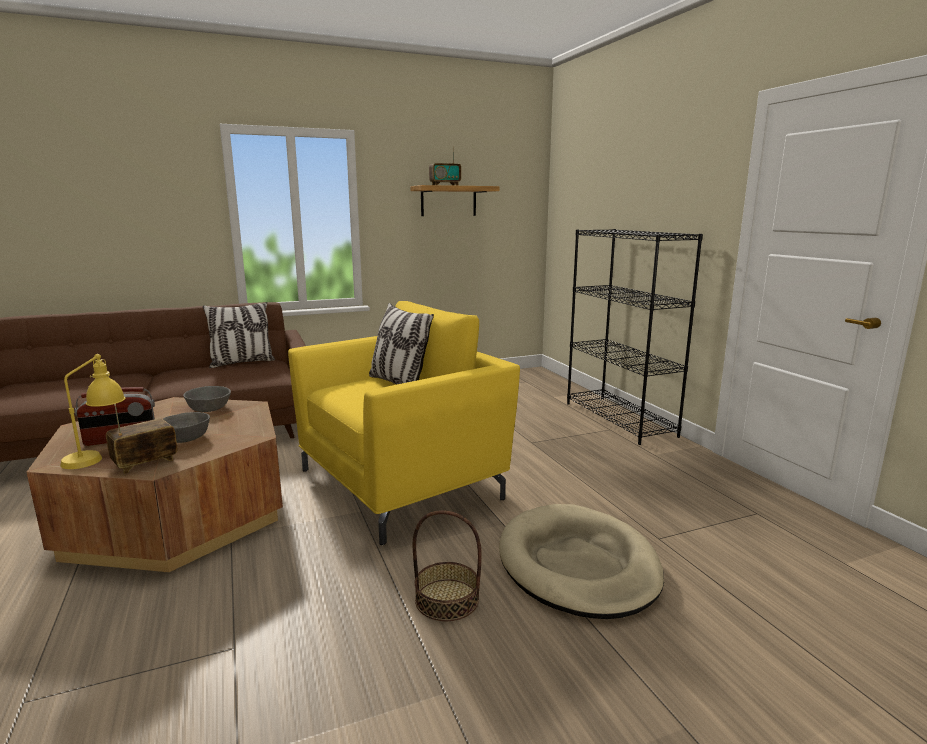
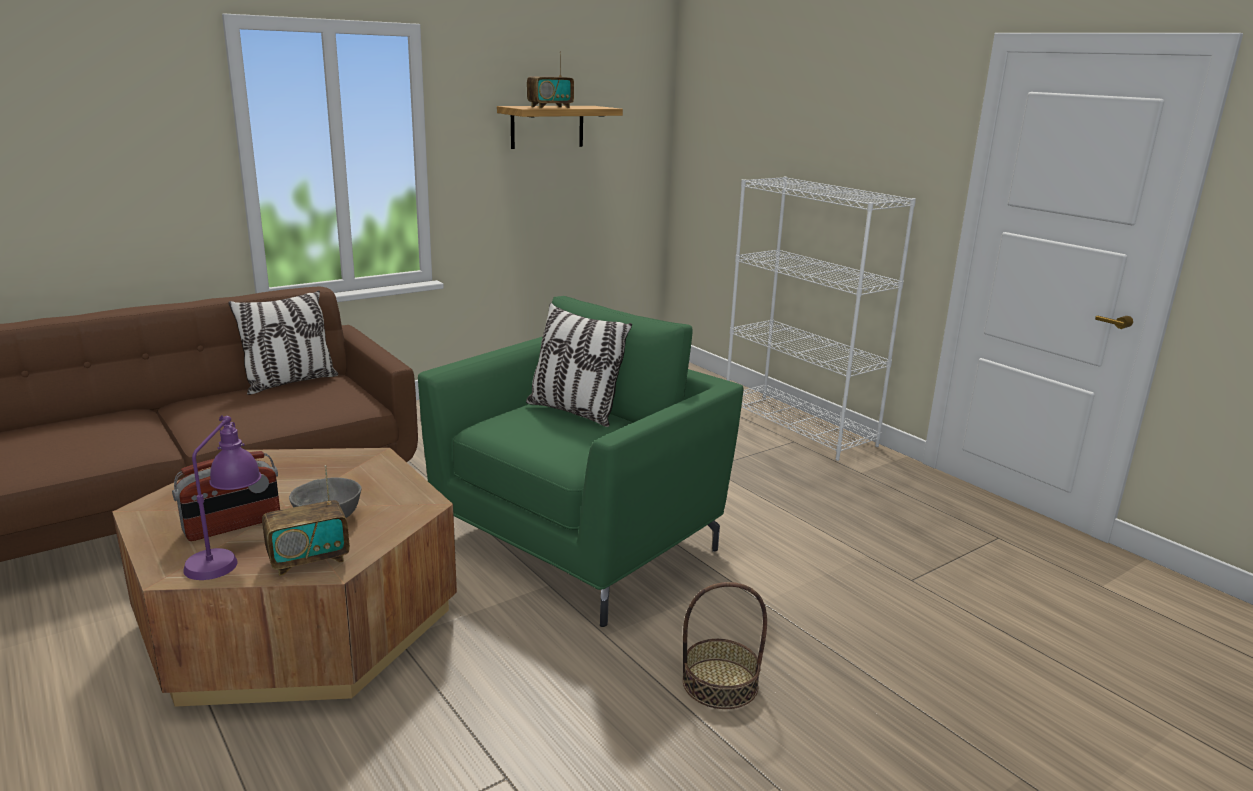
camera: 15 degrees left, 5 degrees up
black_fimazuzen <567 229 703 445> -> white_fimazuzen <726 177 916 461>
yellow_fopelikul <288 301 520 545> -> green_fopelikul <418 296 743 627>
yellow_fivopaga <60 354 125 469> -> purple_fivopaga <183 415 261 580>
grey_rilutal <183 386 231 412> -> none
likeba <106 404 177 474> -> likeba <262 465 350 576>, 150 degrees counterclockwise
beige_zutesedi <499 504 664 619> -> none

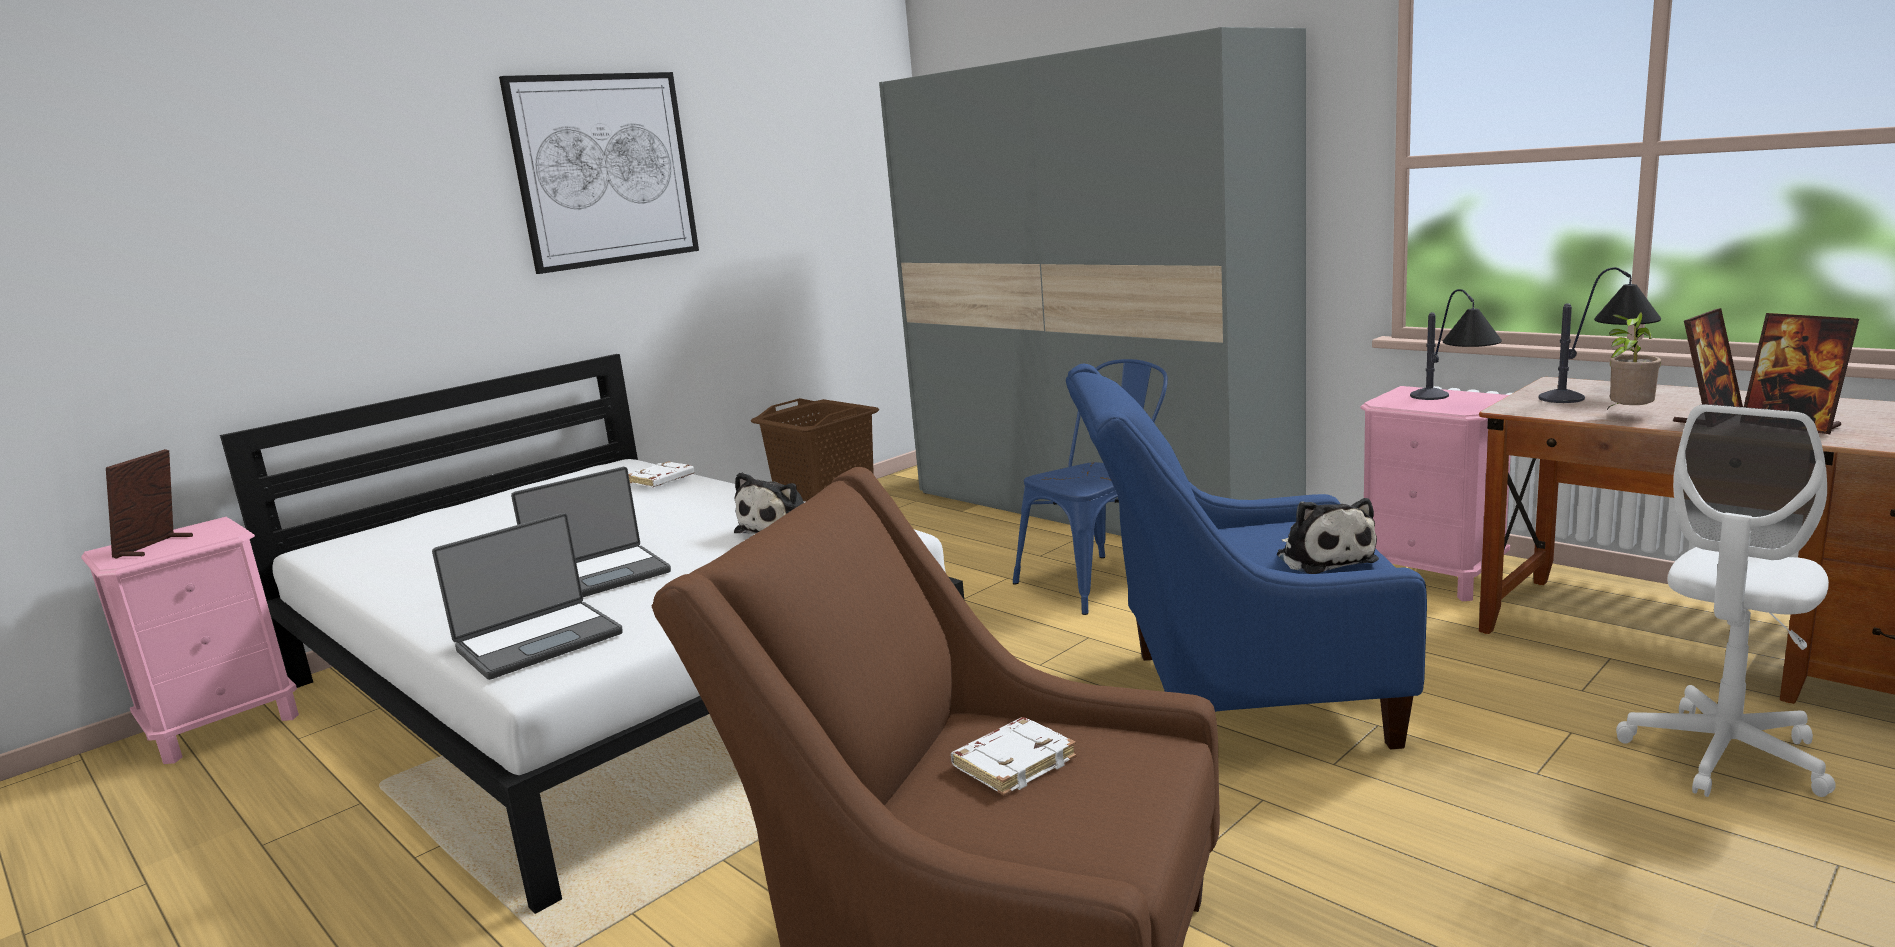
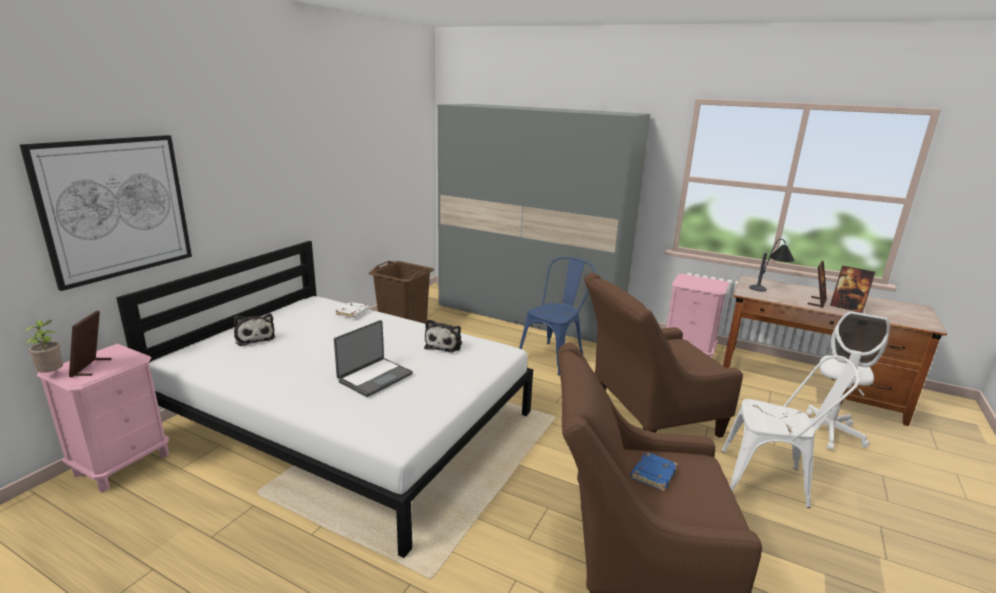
camera: 20 degrees left, 5 degrees up
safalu <499 72 699 274> -> safalu <19 135 192 291>, shifted
fivopaga <1410 289 1502 400> -> none
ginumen <1607 312 1661 410> -> ginumen <24 320 63 373>, shifted
blue_fopelikul <1066 364 1427 750> -> brown_fopelikul <584 273 743 438>
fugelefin <1277 498 1379 574> -> fugelefin <234 314 275 346>, shifted
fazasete <432 513 622 680> -> none
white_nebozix <951 717 1077 796> -> blue_nebozix <630 452 678 491>
none -> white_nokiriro <722 355 859 508>

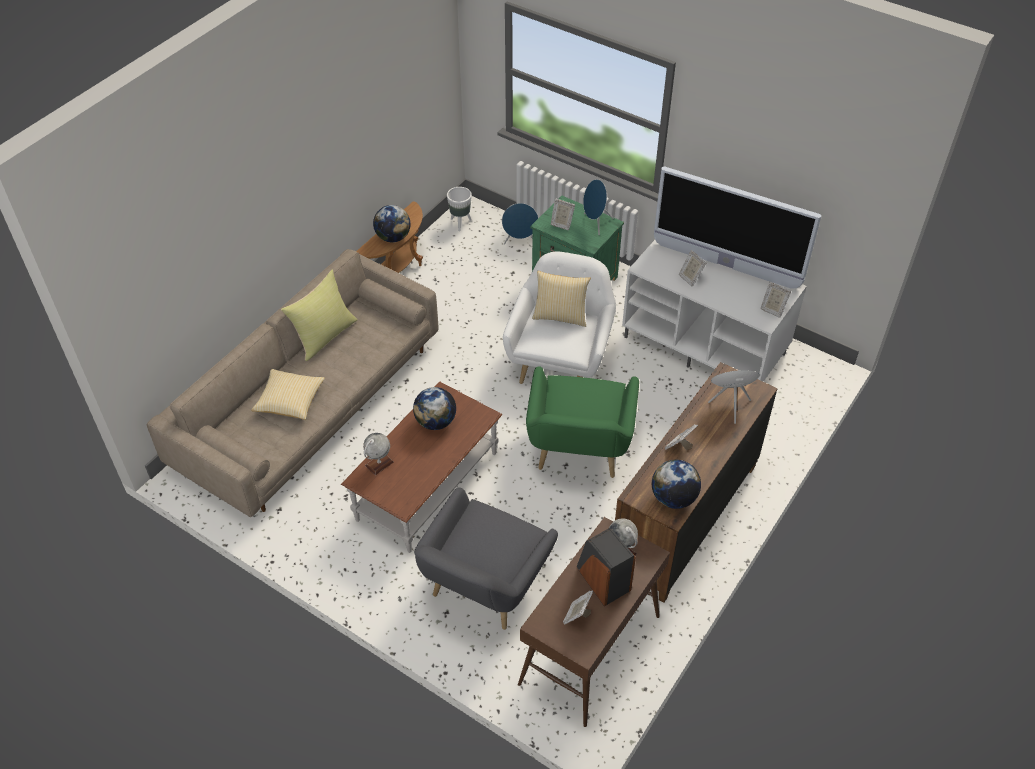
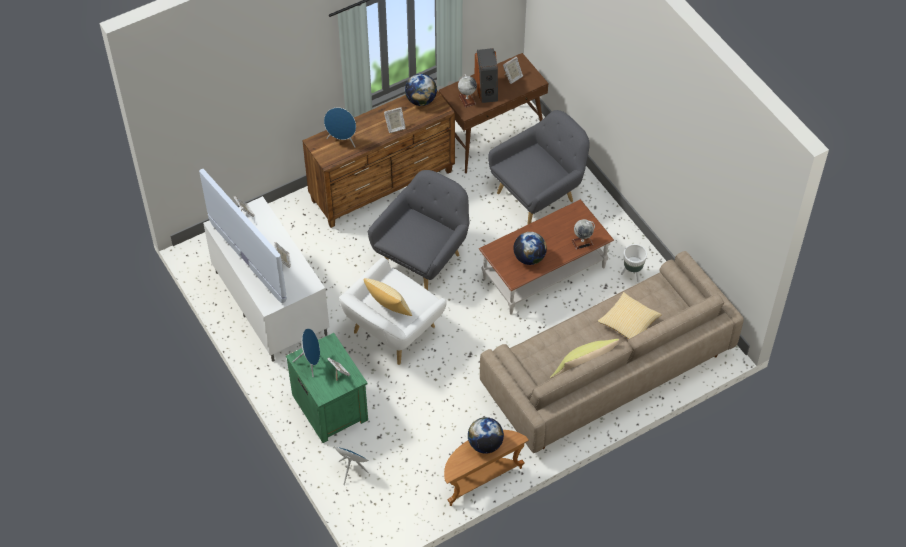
camera: 155 degrees left, 5 degrees up
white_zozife <447 187 472 231> -> white_zozife <621 244 647 282>, shifted
green_fopelikul <526 366 639 478> -> grey_fopelikul <368 170 469 290>

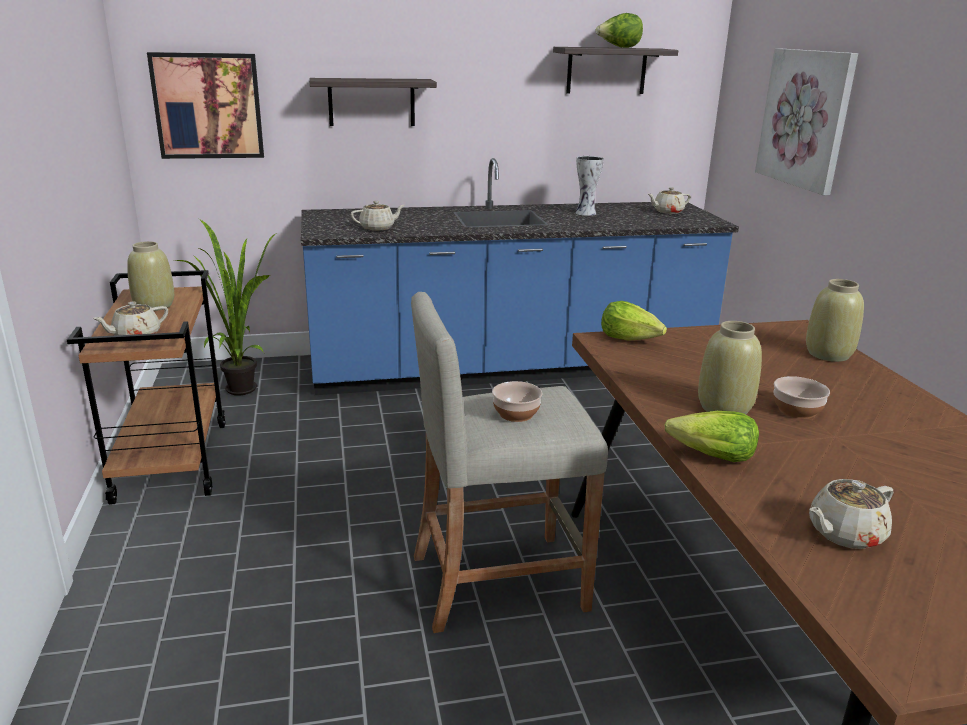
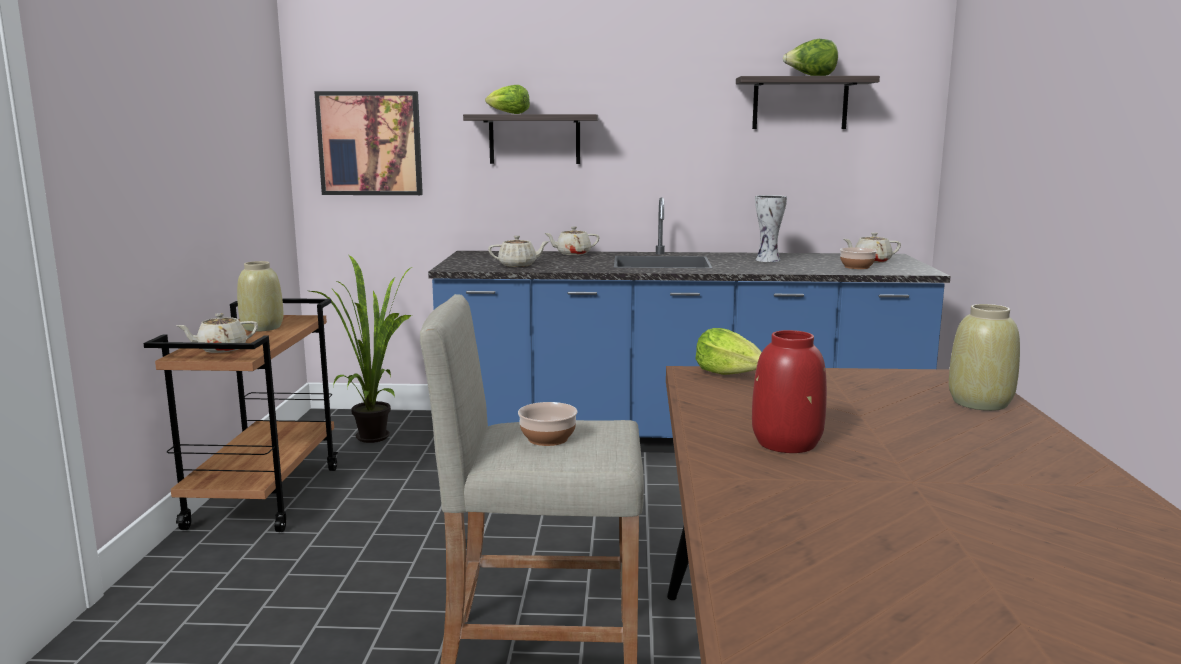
camera: 15 degrees right, 10 degrees down
safalu <755 48 858 195> -> none
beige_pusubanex <698 321 762 414> -> red_pusubanex <752 330 827 453>
rilutal <773 376 830 419> -> rilutal <840 247 877 269>, shifted
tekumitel <665 411 759 462> -> tekumitel <485 85 530 114>, shifted
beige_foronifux <809 479 893 549> -> beige_foronifux <544 226 600 255>, shifted

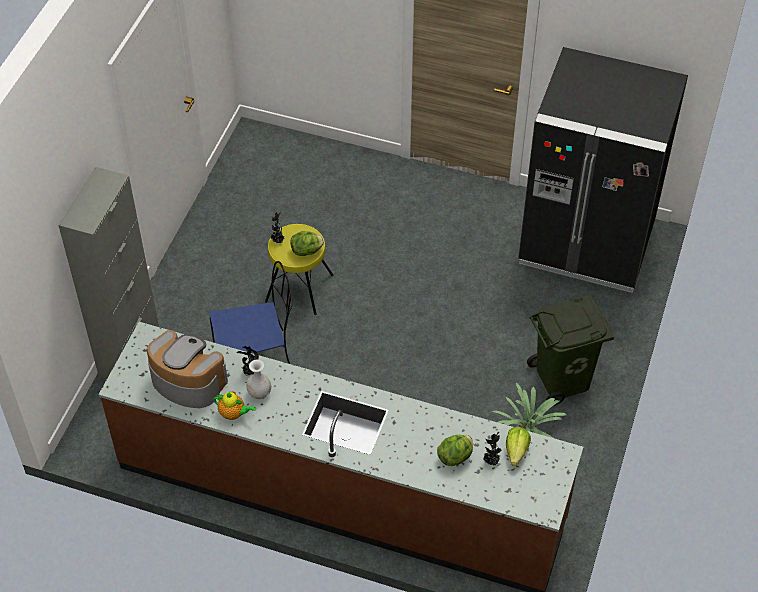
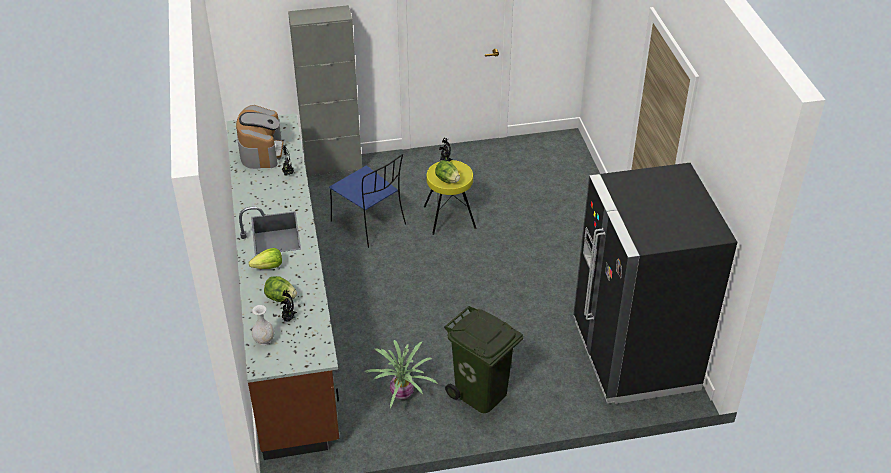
camera: 60 degrees right, 10 degrees down
white_pusubanex <247 359 271 400> -> white_pusubanex <252 305 275 345>, shifted
foronifux <213 391 256 420> -> none
tekumitel <506 427 531 466> -> tekumitel <249 248 282 269>, shifted

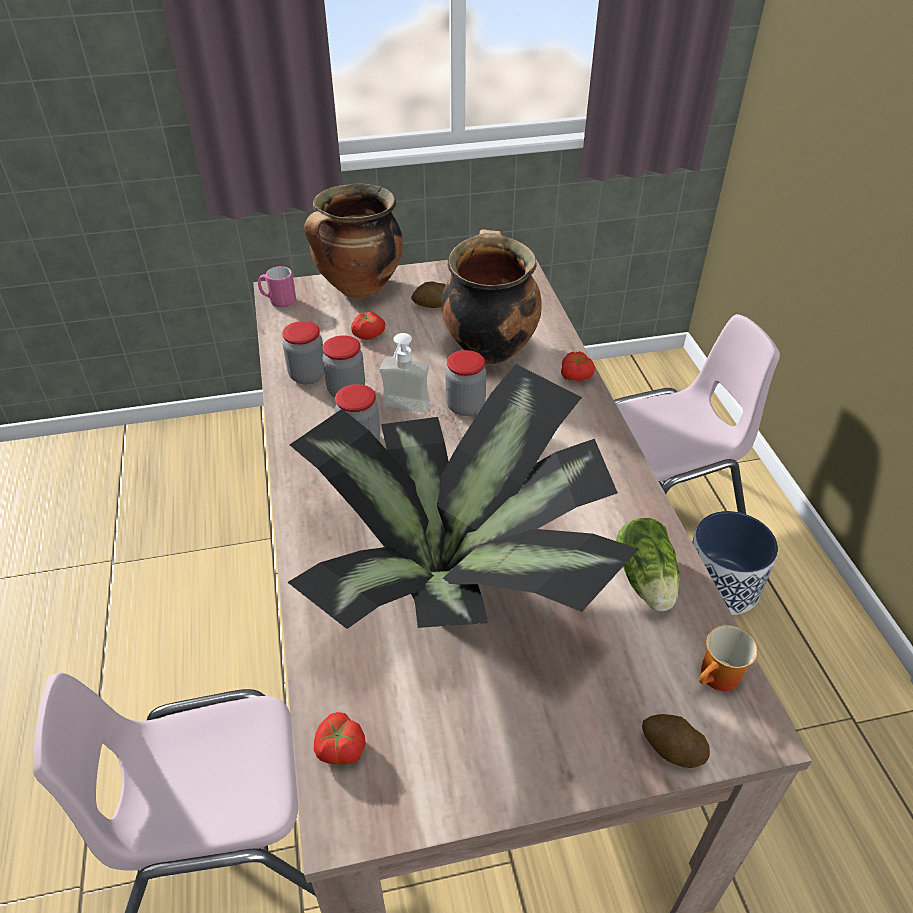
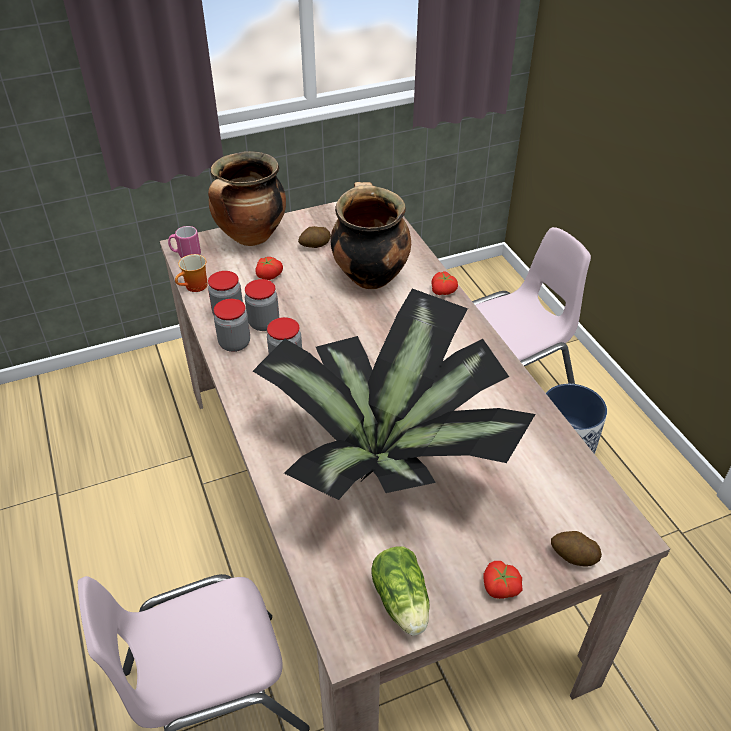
camera: 10 degrees left, 0 degrees up
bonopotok <380 333 430 413> -> none
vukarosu <445 350 486 416> -> vukarosu <214 299 250 352>, shifted
tekumitel <616 518 680 611> -> tekumitel <371 546 430 635>, shifted
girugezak <699 625 758 691> -> girugezak <175 254 208 292>, shifted
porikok <314 712 366 765> -> porikok <484 561 523 599>, shifted

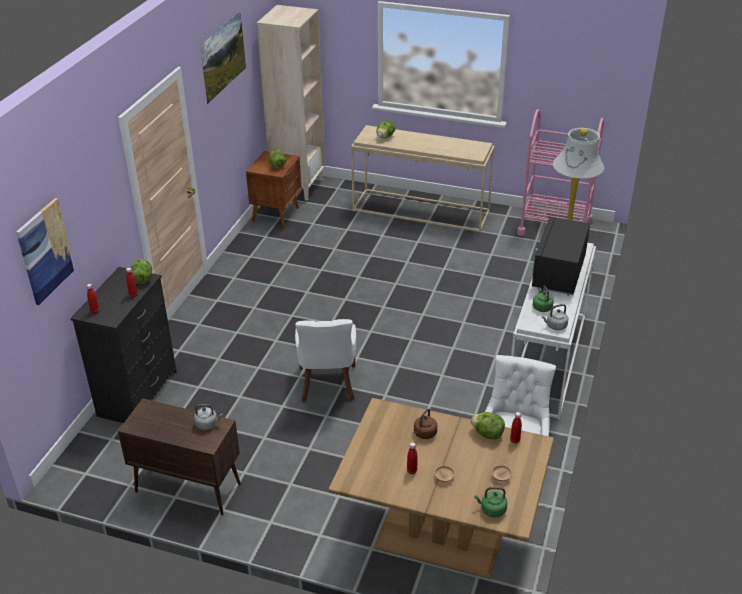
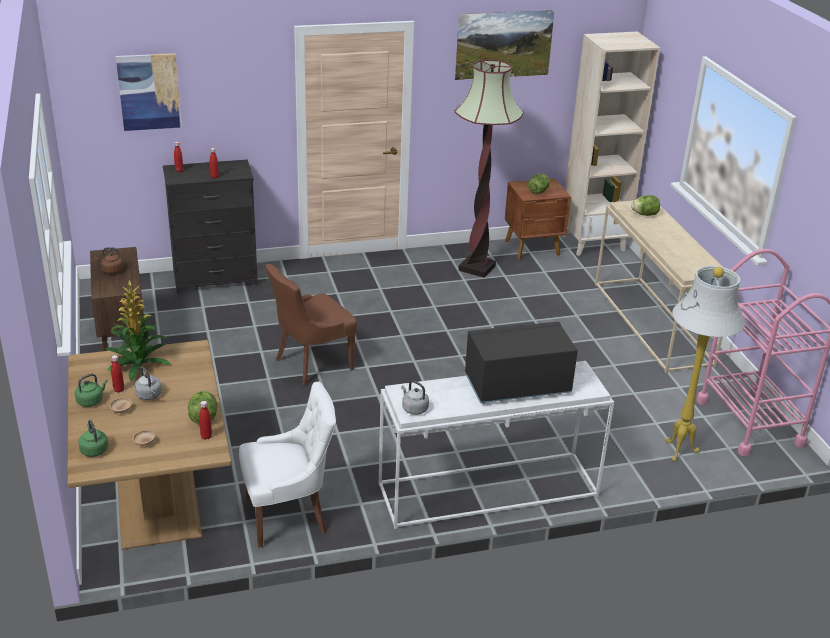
camera: 55 degrees right, 5 degrees down
tekumitel <130 259 152 284> -> none
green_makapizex <533 285 554 312> -> green_makapizex <75 374 108 407>, shifted
white_nokiriro <295 319 356 402> -> brown_nokiriro <265 264 357 386>
grey_makapizex <194 404 223 430> -> grey_makapizex <134 367 162 400>, shifted
brown_makapizex <414 409 437 439> -> brown_makapizex <95 247 123 274>, shifted
none -> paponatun <454 59 524 278>
none -> ginumen <105 280 171 380>

